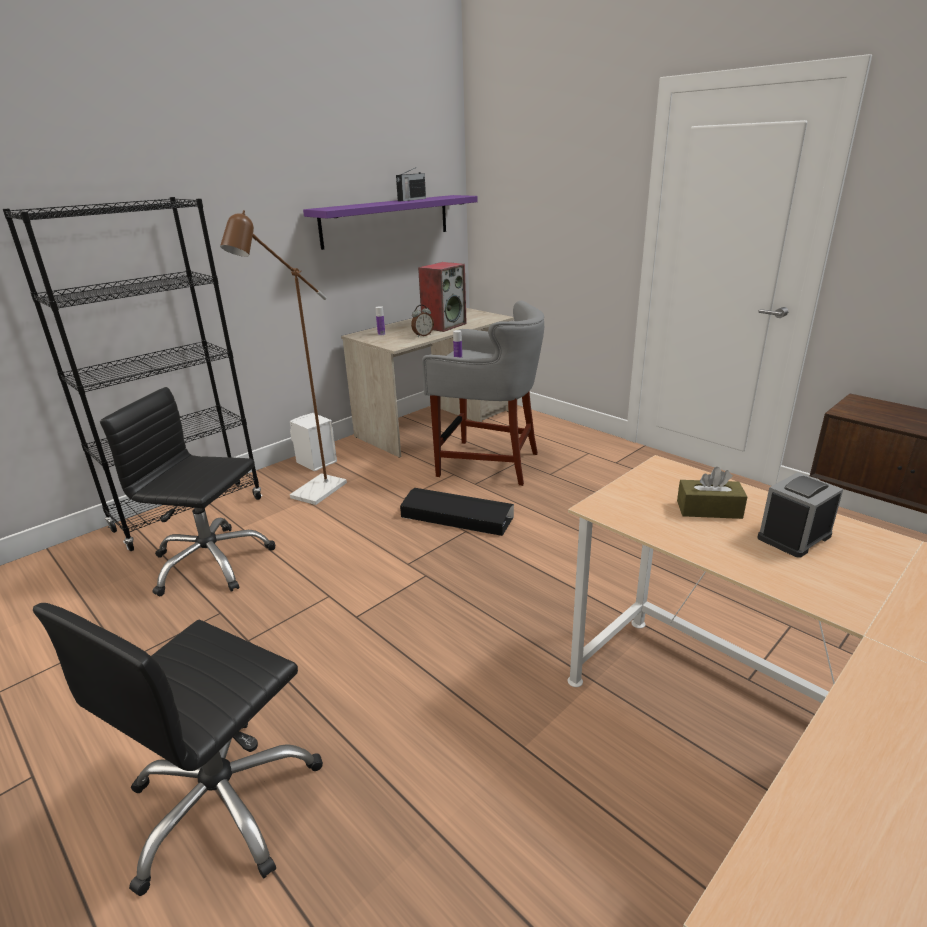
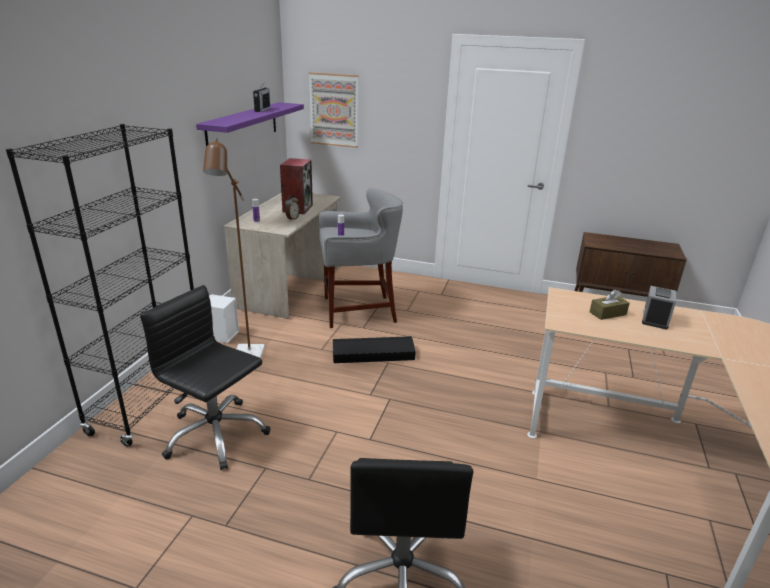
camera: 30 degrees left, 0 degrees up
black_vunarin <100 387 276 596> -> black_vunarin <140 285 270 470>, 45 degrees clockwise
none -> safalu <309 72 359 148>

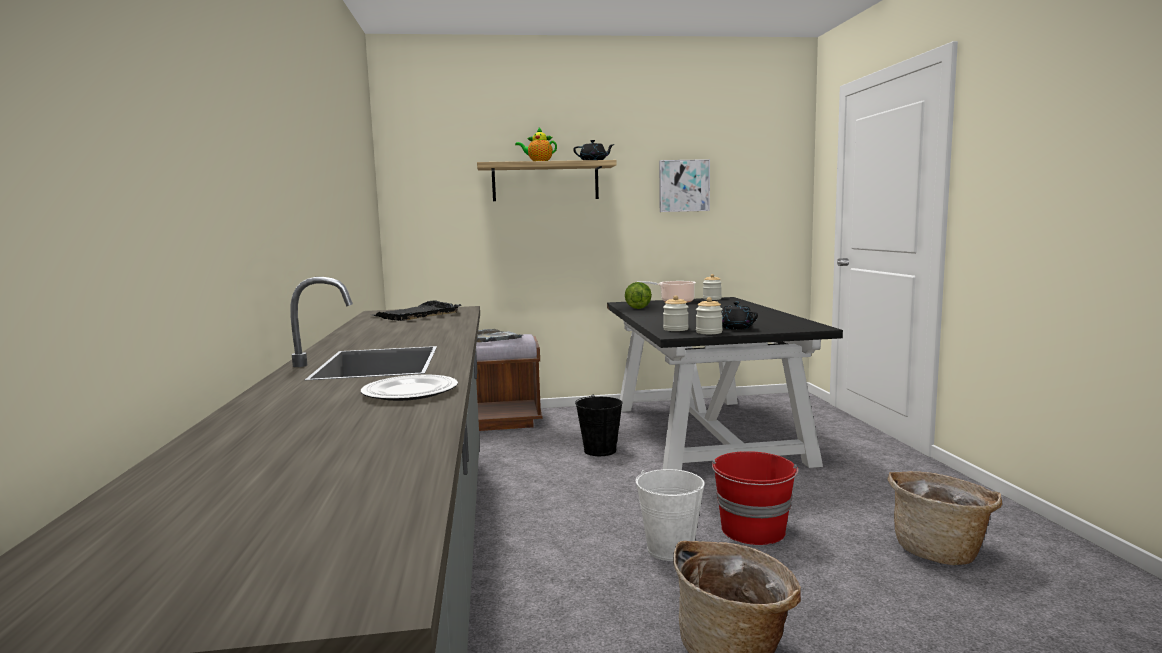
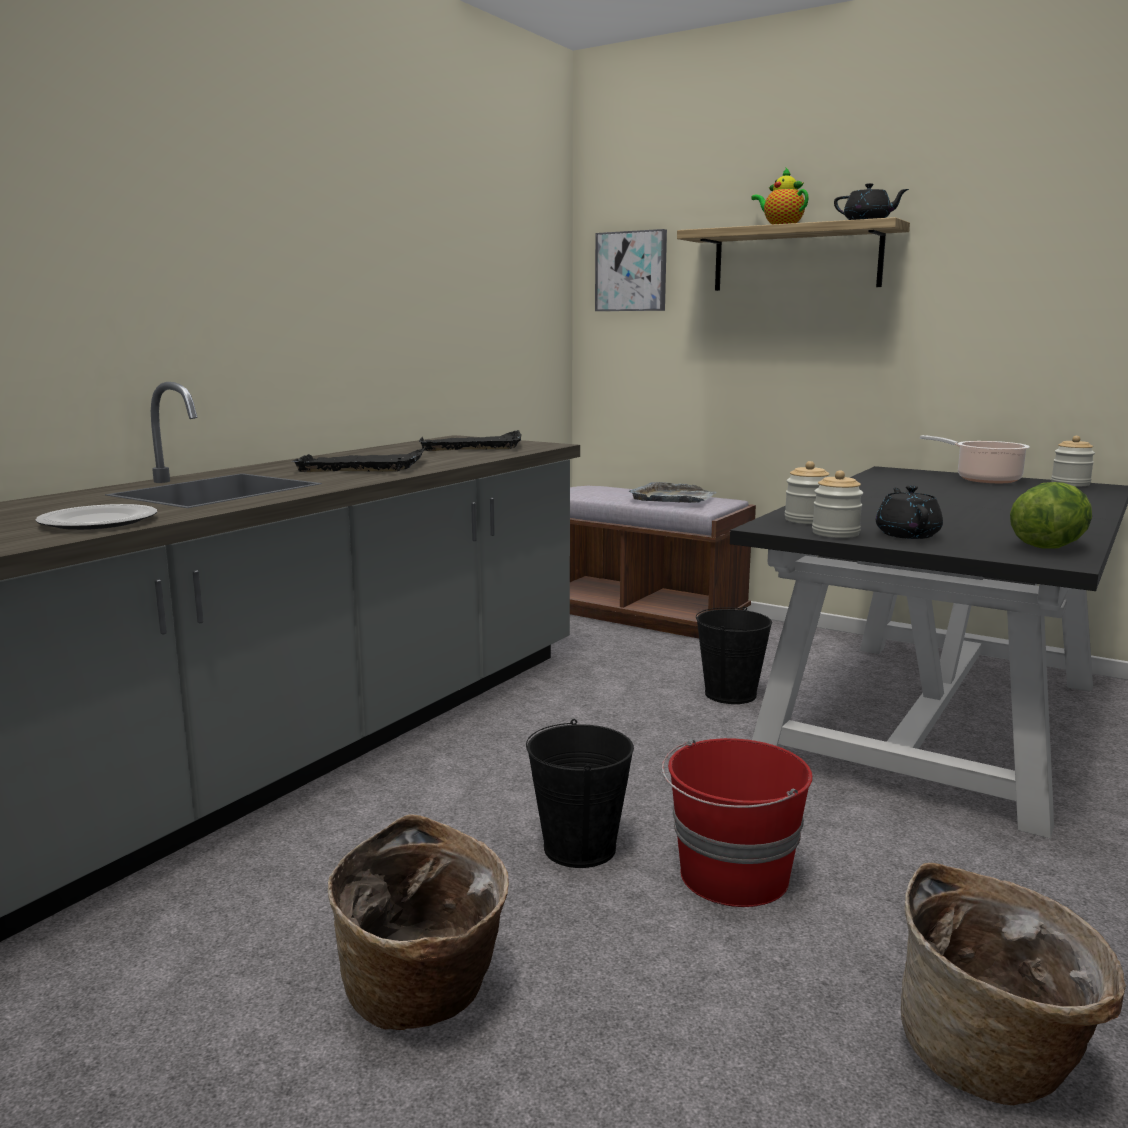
camera: 40 degrees right, 5 degrees up
safalu <659 159 710 212> -> safalu <595 229 667 311>, shifted
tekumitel <625 282 652 309> -> tekumitel <1010 482 1092 549>, shifted
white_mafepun <636 469 705 561> -> black_mafepun <526 719 634 868>
none -> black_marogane <292 448 426 472>

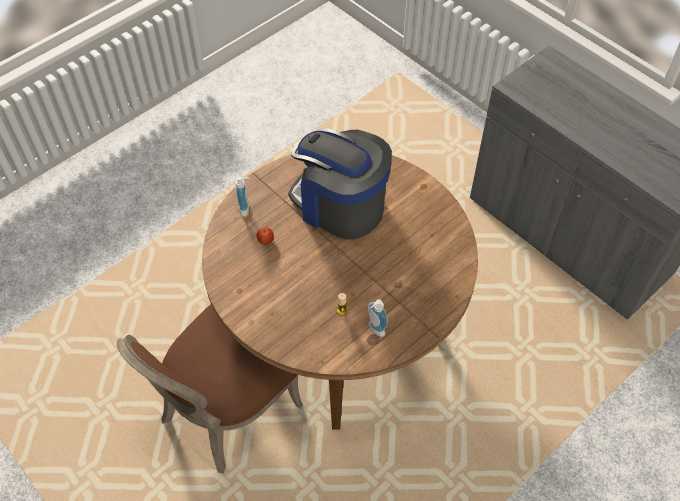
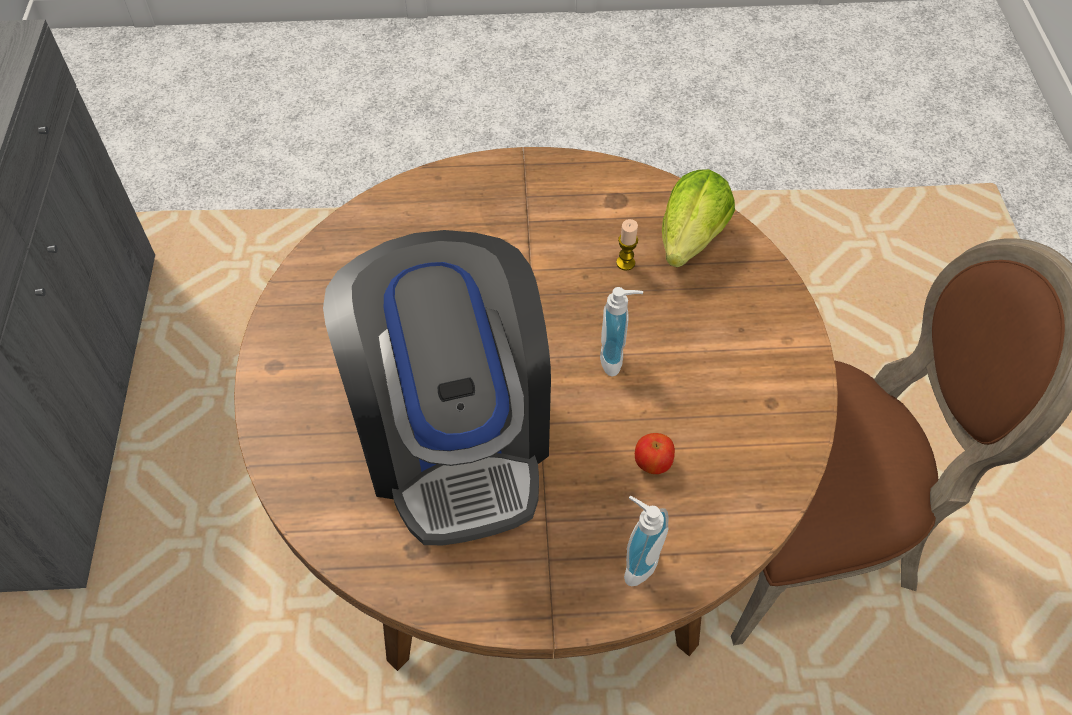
camera: 140 degrees left, 0 degrees up
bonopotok <368 299 388 337> -> bonopotok <600 287 643 377>, shifted
none -> tekumitel <662 169 735 268>

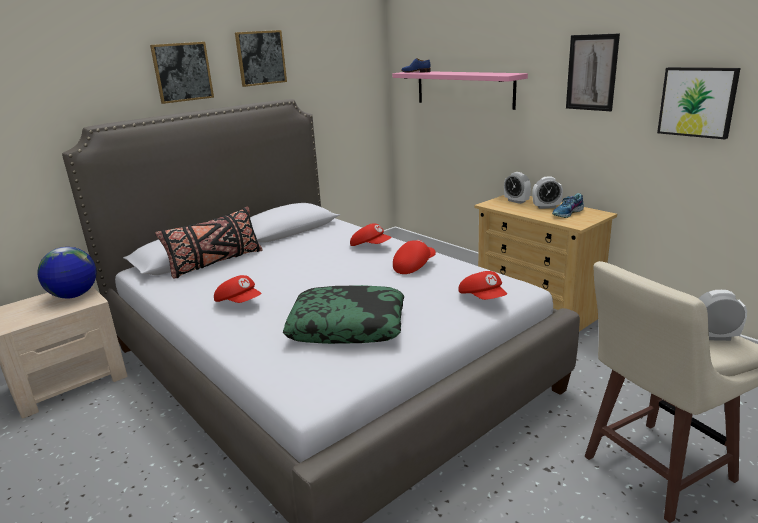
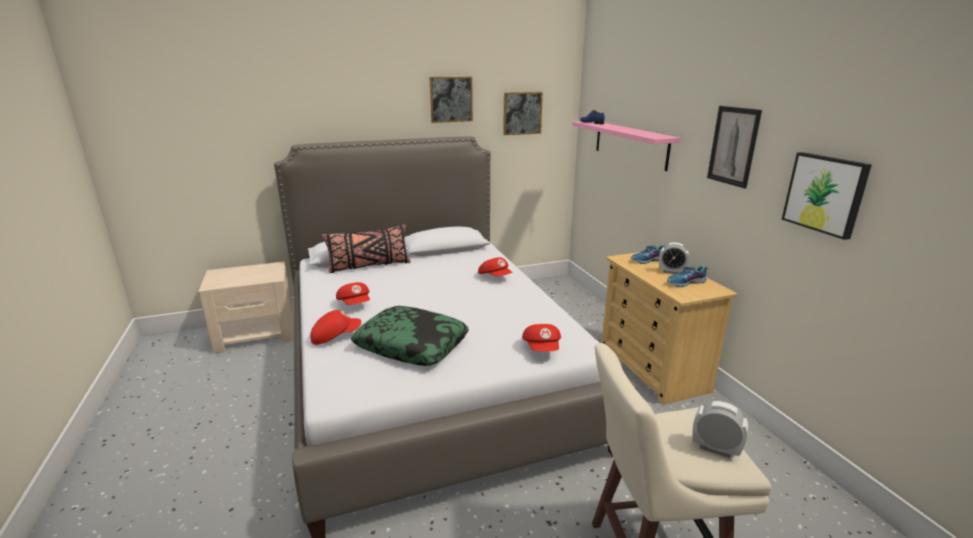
camera: 20 degrees right, 0 degrees up
safalu <150 42 214 104> -> safalu <503 92 543 135>, shifted
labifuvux <504 172 531 204> -> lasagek <631 244 666 264>
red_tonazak <393 240 436 274> -> red_tonazak <310 310 361 345>, shifted
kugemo <37 247 97 298> -> none

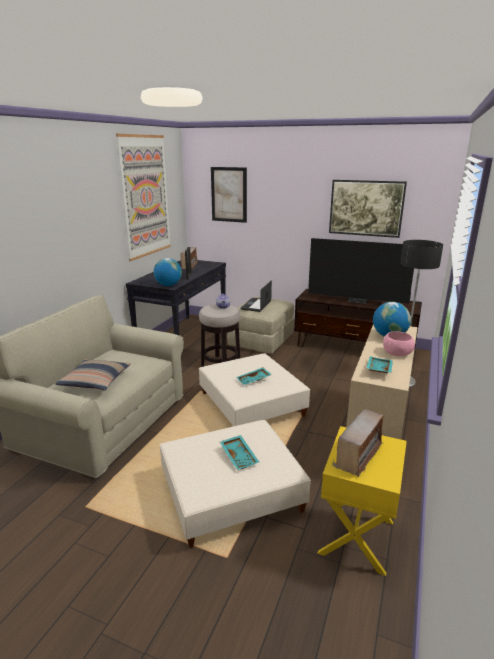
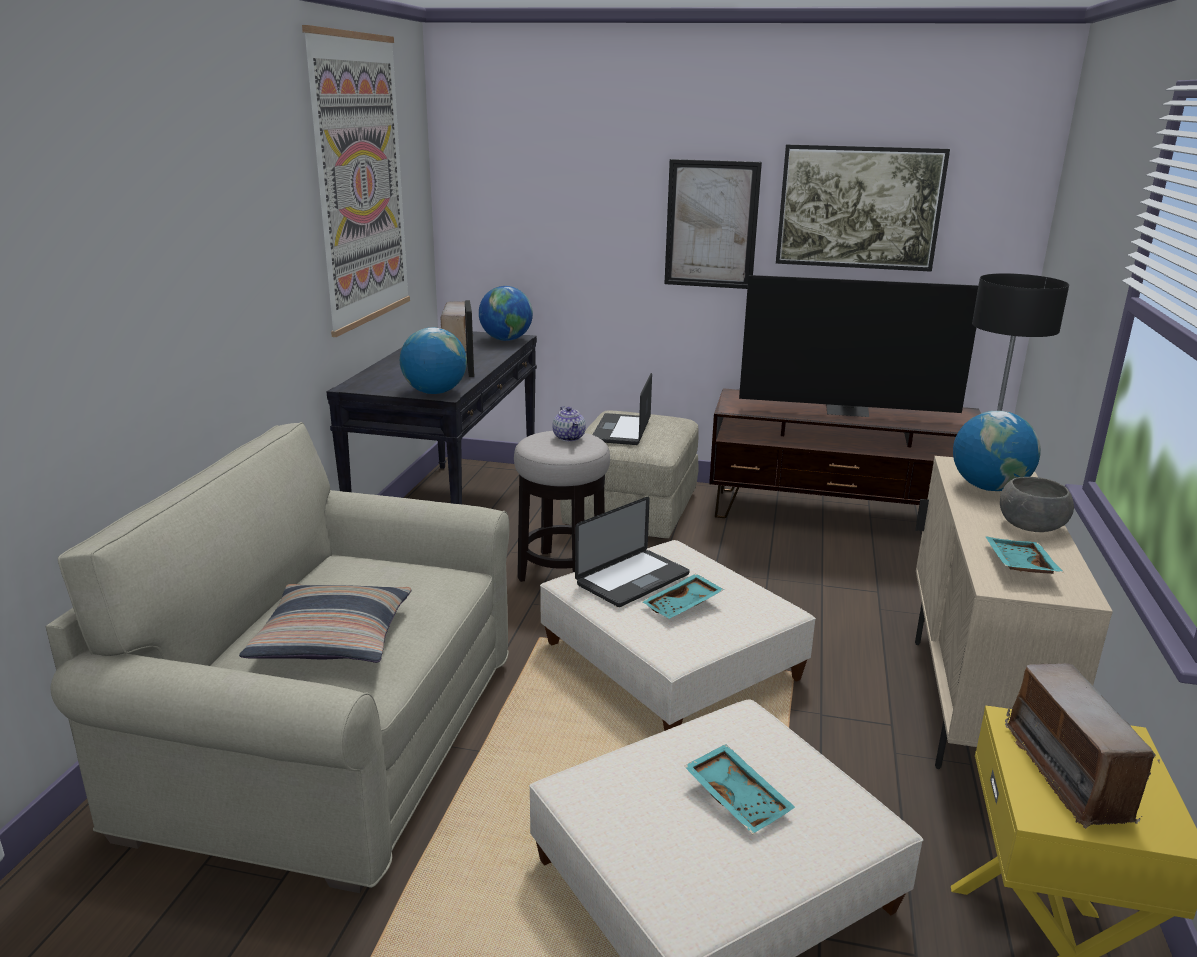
camera: 10 degrees left, 0 degrees up
safalu <211 167 247 223> -> safalu <664 159 762 289>, shifted
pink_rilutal <383 332 415 356> -> grey_rilutal <1000 477 1074 532>
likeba <332 409 384 477> -> likeba <1005 663 1160 829>, 150 degrees clockwise
none -> kugemo <479 286 533 341>
none -> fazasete <575 497 689 607>

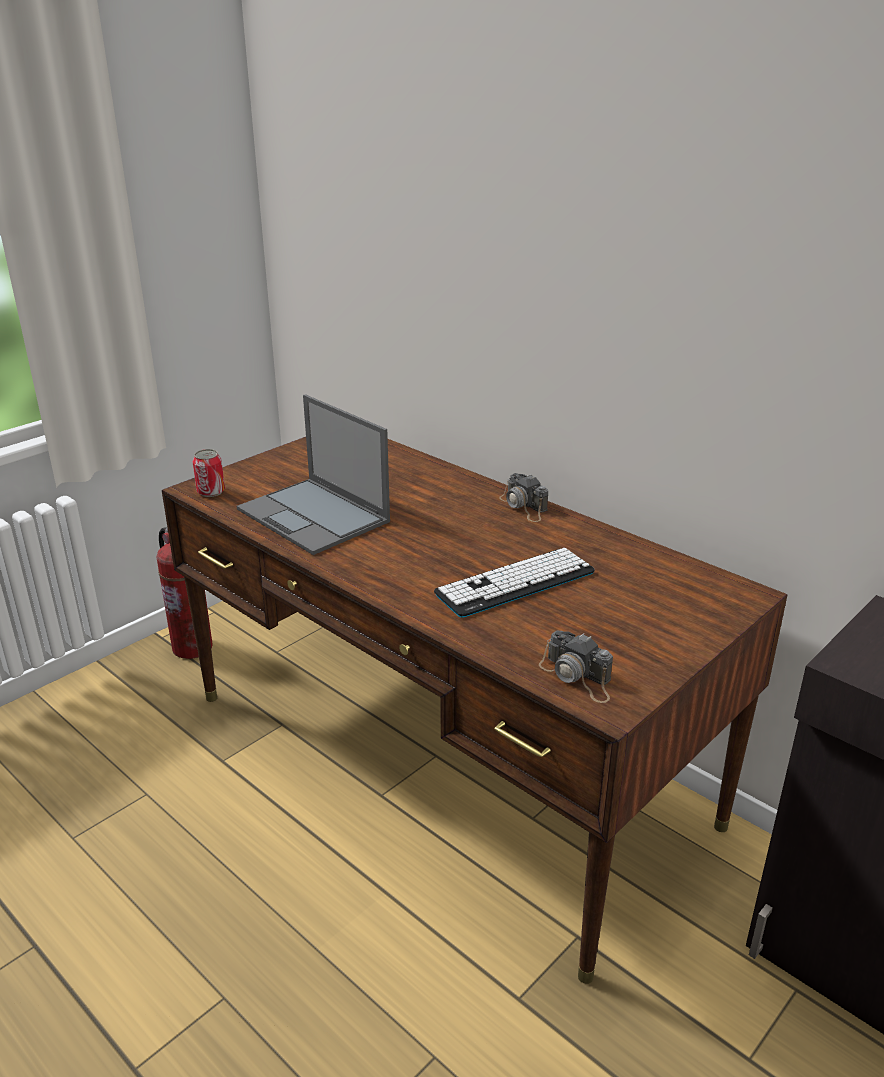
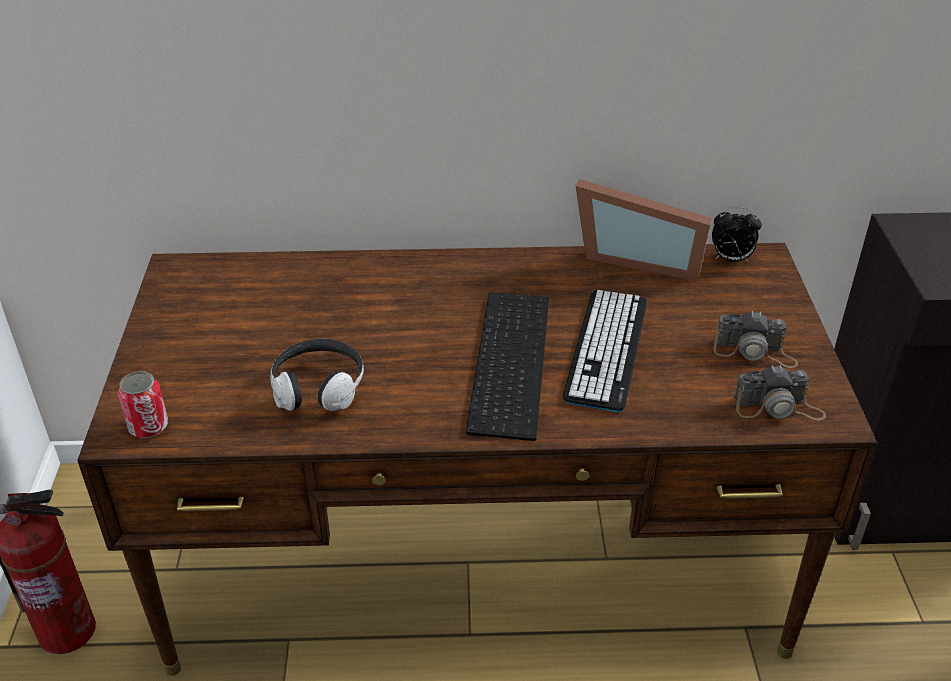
camera: 45 degrees left, 10 degrees up
fazasete <236 394 390 555> -> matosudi <270 338 364 411>
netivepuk <499 473 548 522> -> netivepuk <713 311 798 368>, shifted
none -> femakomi <576 179 712 281>
none -> labifuvux <712 207 762 262>
none -> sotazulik <466 292 549 441>

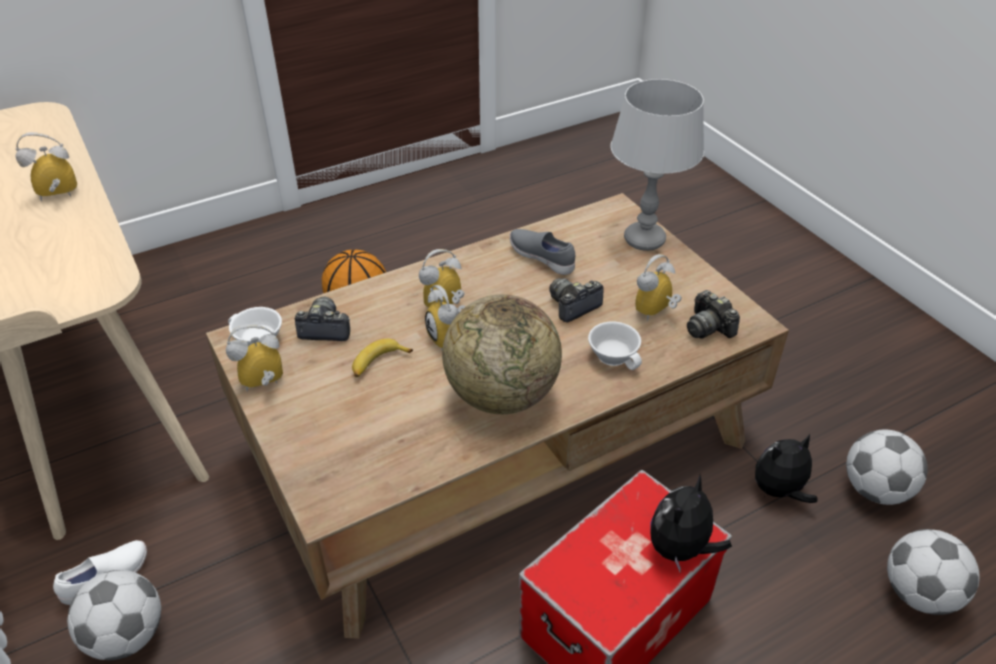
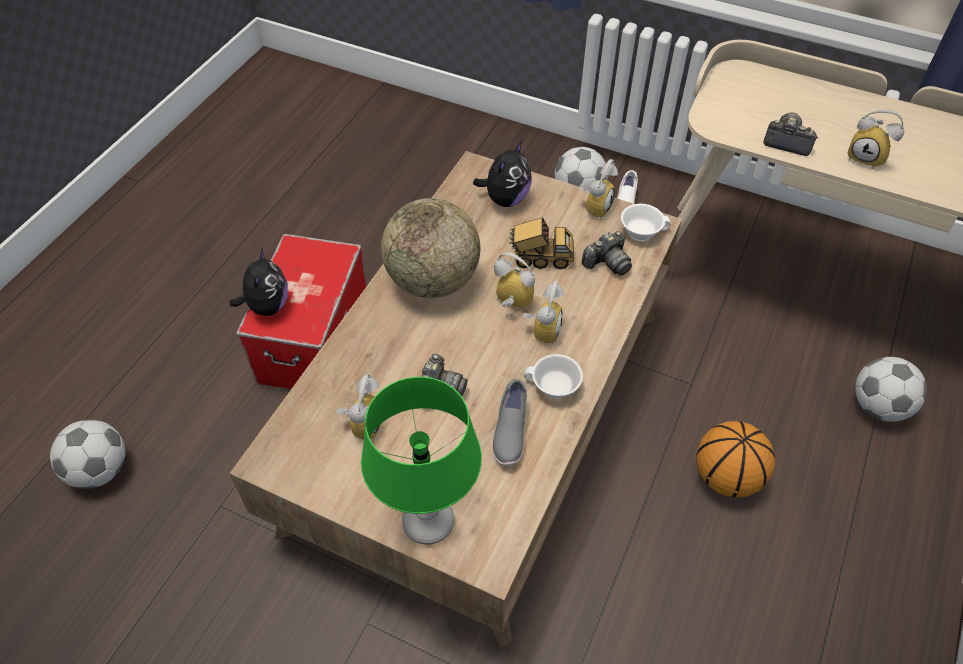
camera: 145 degrees right, 10 degrees up
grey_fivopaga <611 79 704 251> -> green_fivopaga <361 377 482 545>
labifuvux <16 132 77 202> -> labifuvux <847 109 904 168>, 90 degrees clockwise
grey_lasagek <510 229 575 275> -> grey_lasagek <493 379 527 466>, 90 degrees clockwise
netivepuk <687 290 740 339> -> netivepuk <763 113 818 156>, shifted
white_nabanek <588 321 642 370> -> white_nabanek <524 354 583 399>, shifted
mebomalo <352 339 413 377> -> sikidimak <509 217 574 270>
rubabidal <846 429 928 505> -> rubabidal <855 357 927 422>, shifted
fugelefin <755 434 817 503> -> fugelefin <473 141 532 207>, shifted

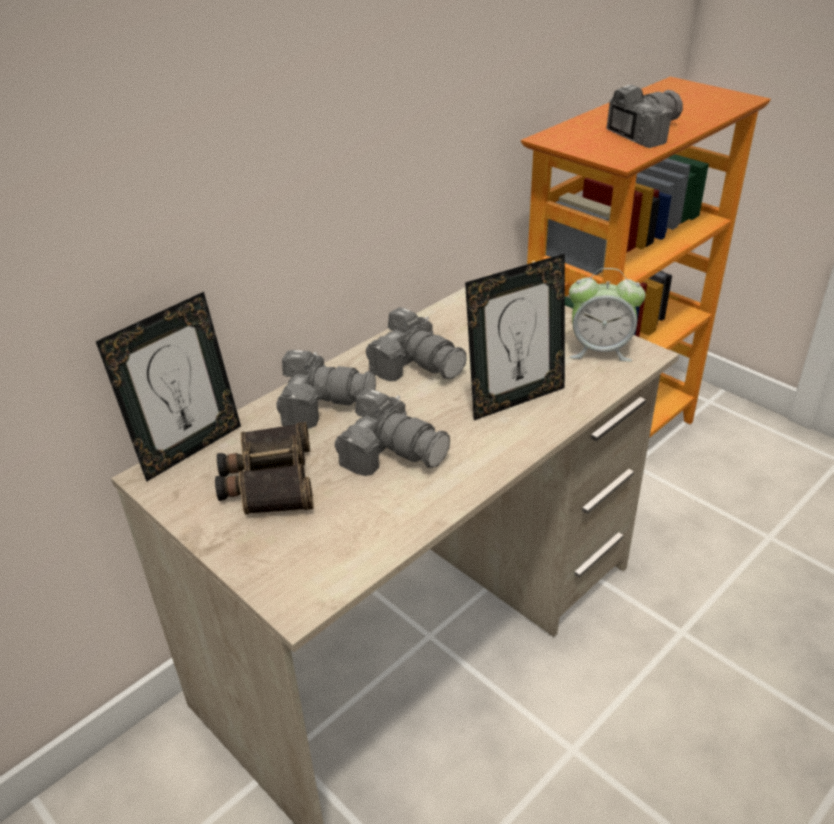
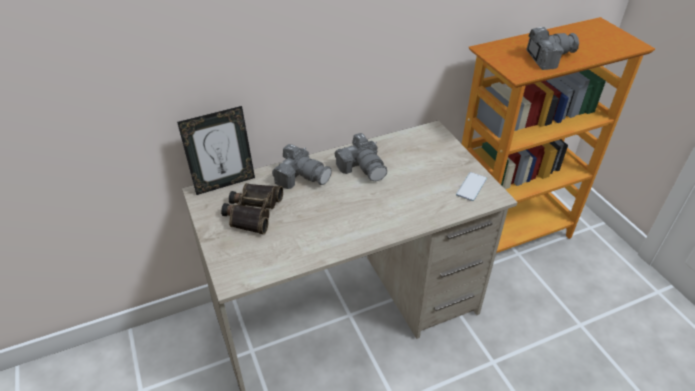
camera: 20 degrees right, 5 degrees up
femakomi <465 254 565 420> -> none
labifuvux <569 268 645 362> -> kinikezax <456 172 487 201>
netivepuk <335 389 450 476> -> none

